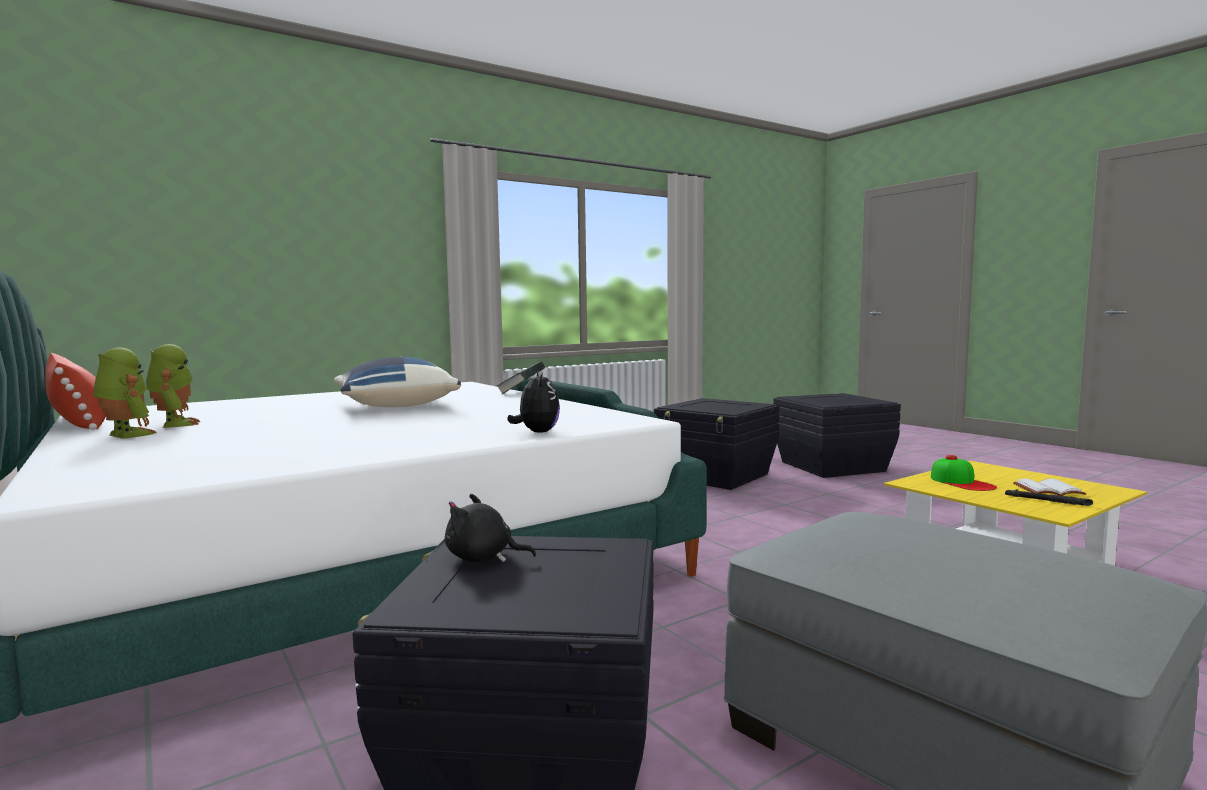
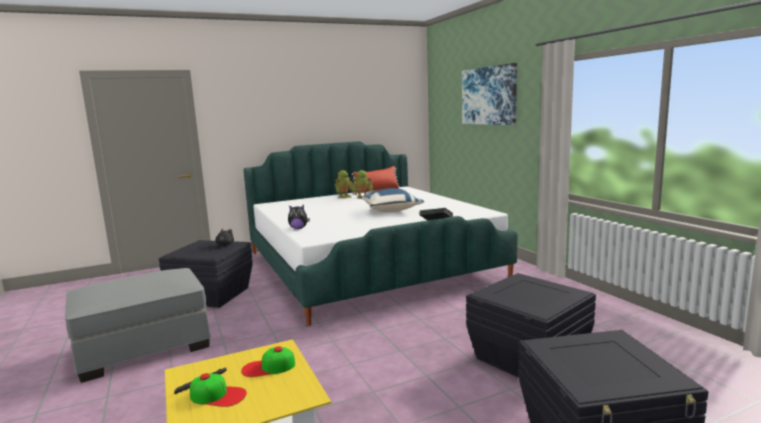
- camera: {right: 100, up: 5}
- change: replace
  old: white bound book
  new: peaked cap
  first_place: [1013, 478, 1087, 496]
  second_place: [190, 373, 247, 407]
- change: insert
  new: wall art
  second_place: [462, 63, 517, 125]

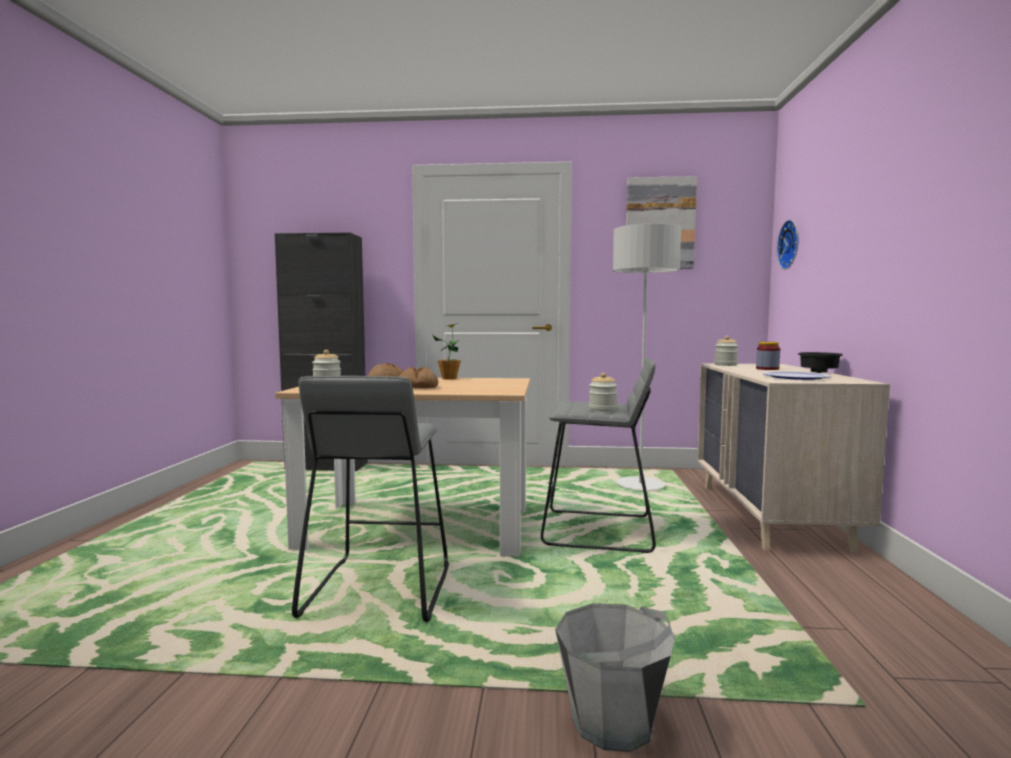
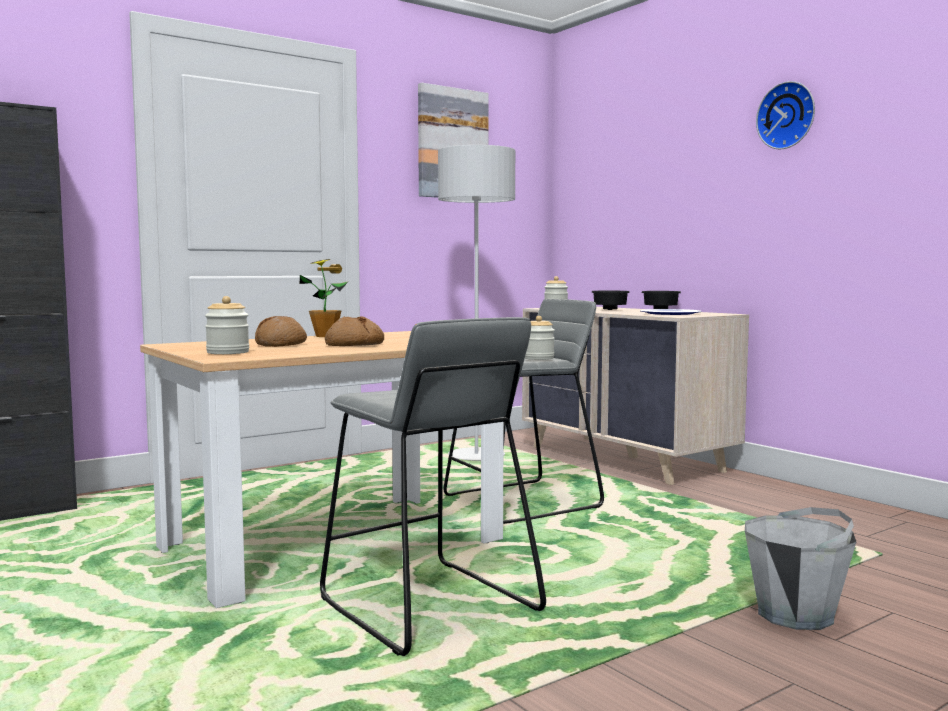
- camera: {right: -40, up: 0}
- change: replace
  old: preserve jar
  new: black serving bowl
  first_place: [756, 342, 780, 370]
  second_place: [591, 291, 630, 310]
- change: move
  old: clock on the wall
  first_place: [777, 220, 799, 270]
  second_place: [756, 81, 815, 149]

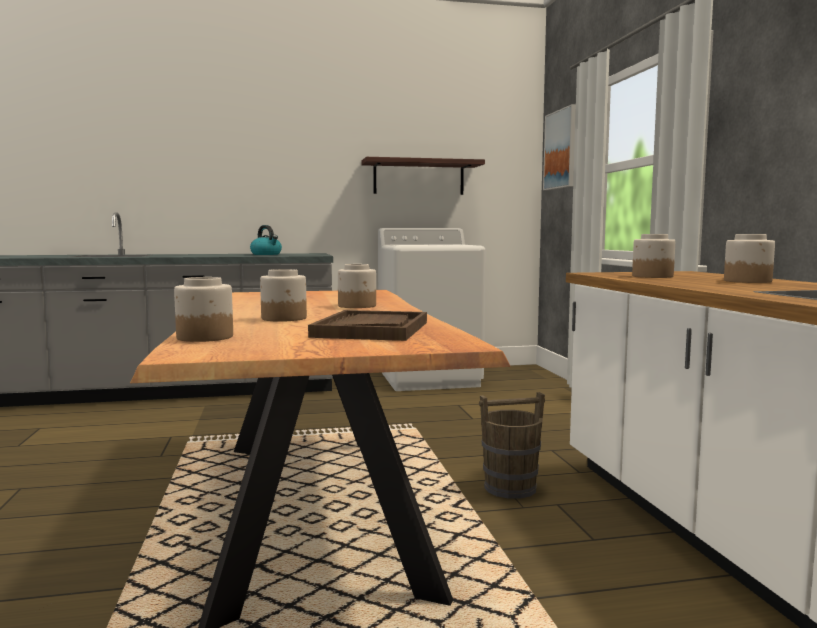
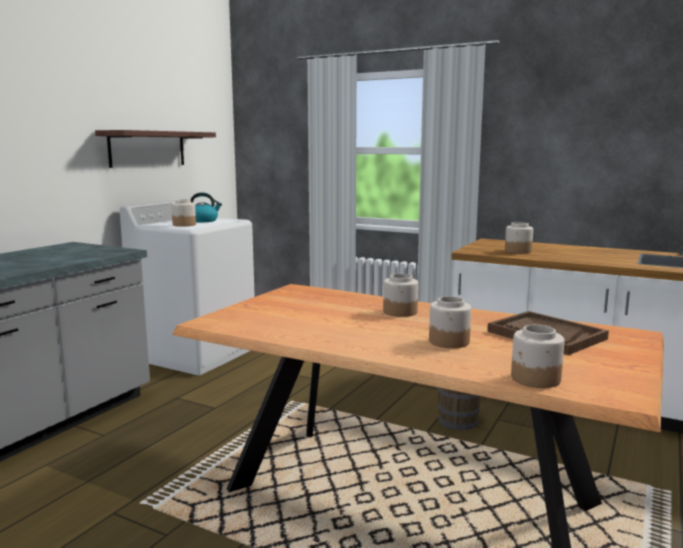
- camera: {right: -50, up: 5}
- change: move
  old: preserve jar
  first_place: [724, 234, 775, 283]
  second_place: [171, 199, 196, 227]
- change: move
  old: tea kettle
  first_place: [250, 225, 282, 255]
  second_place: [191, 192, 222, 222]
- change: delete
  old: wall art
  first_place: [543, 104, 576, 190]

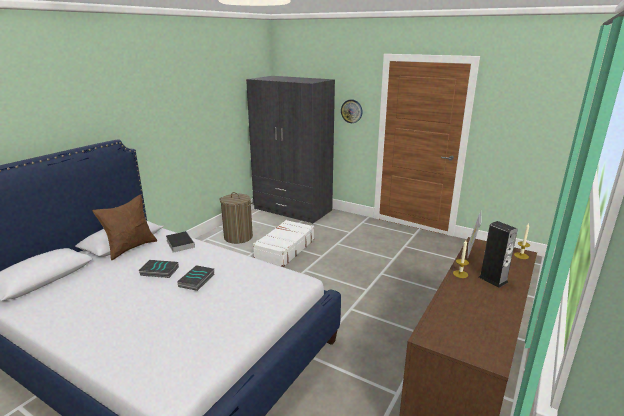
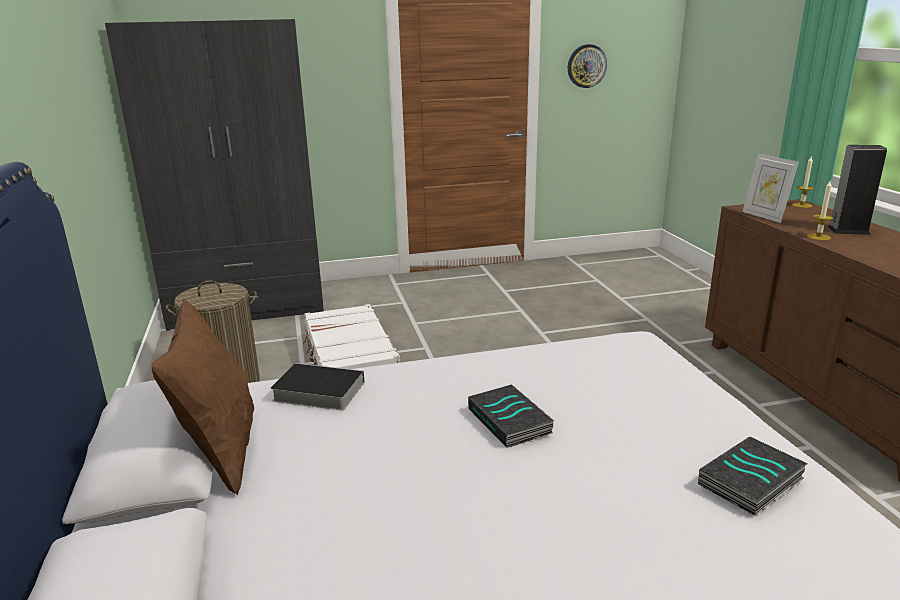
- camera: {right: -45, up: 0}
- change: move
  old: clock on the wall
  first_place: [341, 99, 363, 123]
  second_place: [568, 44, 607, 88]
- change: move
  old: bound book
  first_place: [138, 260, 179, 278]
  second_place: [698, 437, 808, 516]

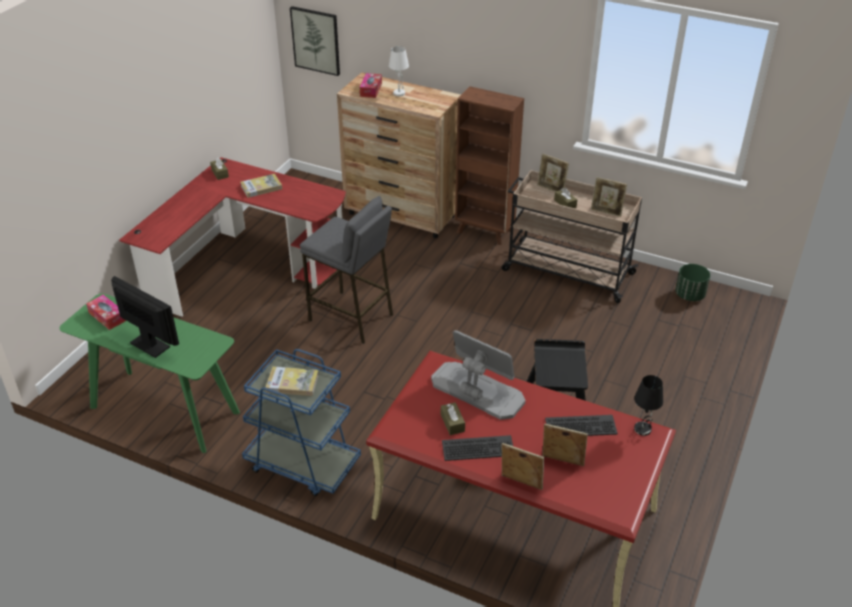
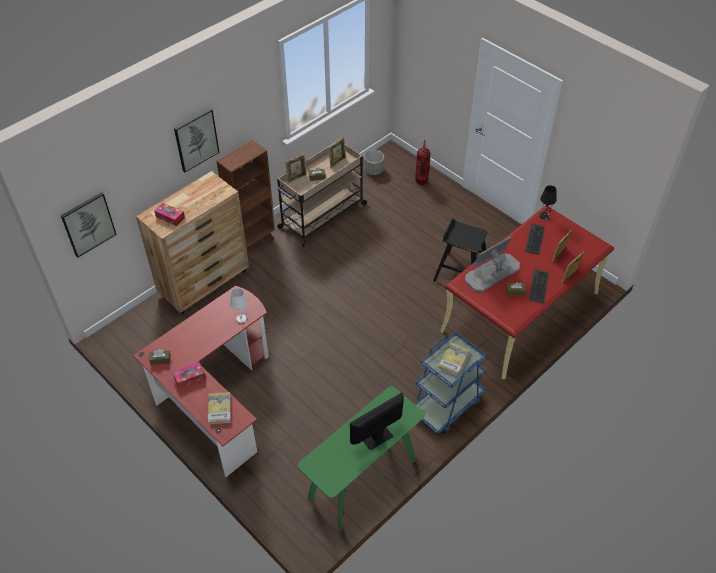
- camera: {right: -70, up: 10}
- change: move
  old: tissue box
  first_place: [86, 295, 126, 330]
  second_place: [173, 362, 206, 389]
- change: insert
  new: wall art
  second_place: [174, 108, 220, 172]
- change: move
  old: bound book
  first_place: [240, 174, 282, 198]
  second_place: [208, 392, 231, 424]
- change: move
  old: white lamp for a table
  first_place: [389, 46, 409, 96]
  second_place: [230, 288, 248, 323]
- change: recolor
  old: green plant pot
  new: grey plant pot
  first_place: [675, 264, 710, 301]
  second_place: [364, 150, 384, 175]
- change: insert
  new: fire extinguisher
  second_place: [415, 140, 430, 185]
- change: delete
  old: grey stool seat
  first_place: [300, 196, 393, 344]

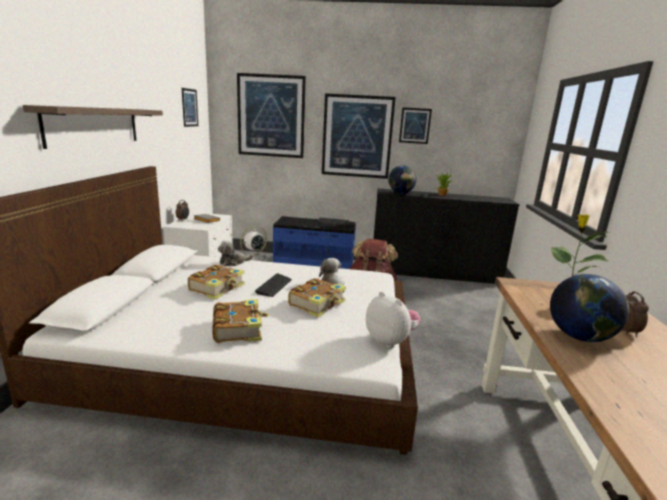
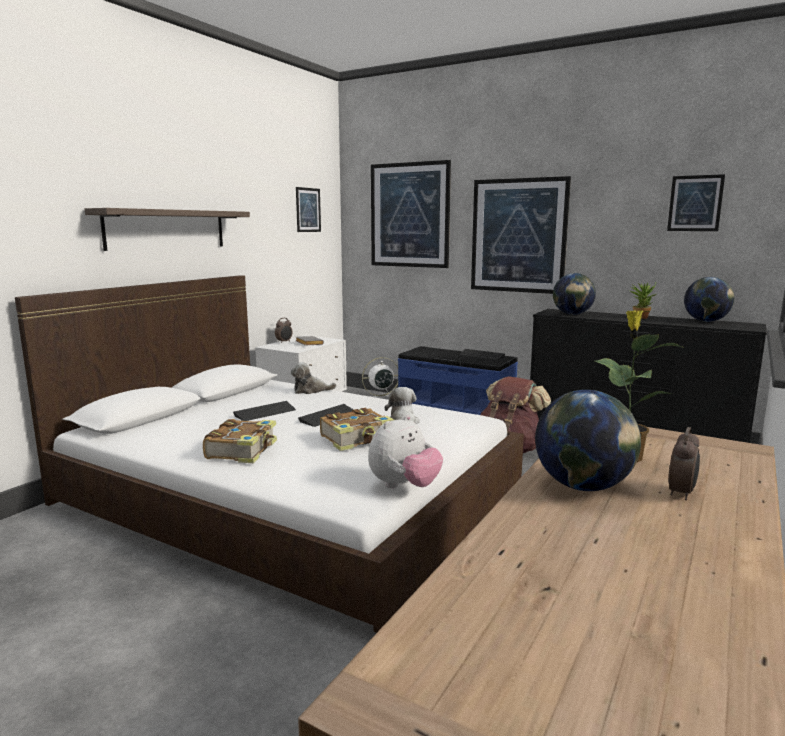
- camera: {right: 25, up: -5}
- change: replace
  old: bound book
  new: keyboard
  first_place: [188, 265, 245, 300]
  second_place: [233, 401, 296, 421]
- change: rotate
  old: cuddly toy
  first_place: [366, 292, 420, 348]
  second_place: [368, 415, 443, 488]
  degrees: 60
- change: move
  old: wall art
  first_place: [399, 107, 432, 144]
  second_place: [667, 174, 725, 231]
- change: insert
  new: world globe
  second_place: [684, 277, 734, 322]

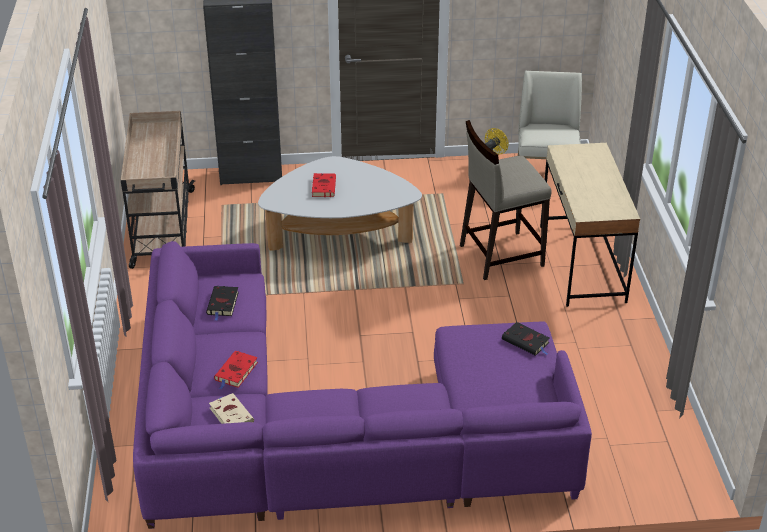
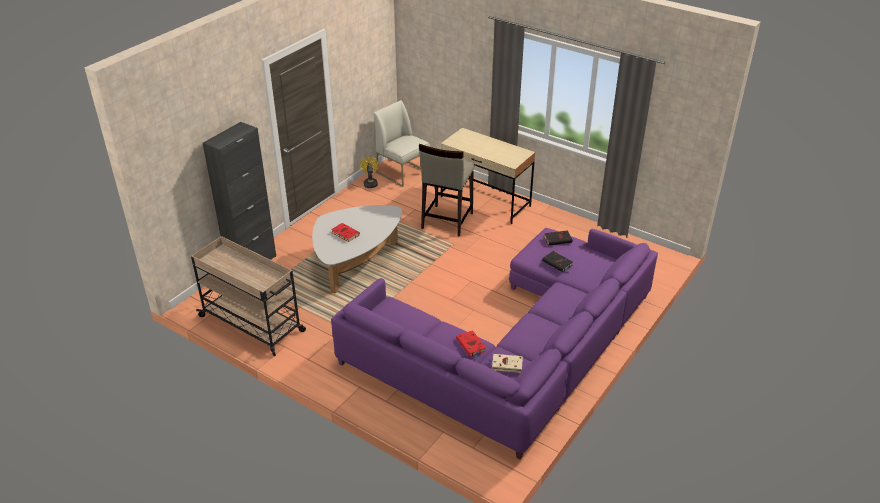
- camera: {right: -50, up: 0}
- change: move
  old: black bound book
  first_place: [206, 286, 239, 321]
  second_place: [542, 251, 573, 272]

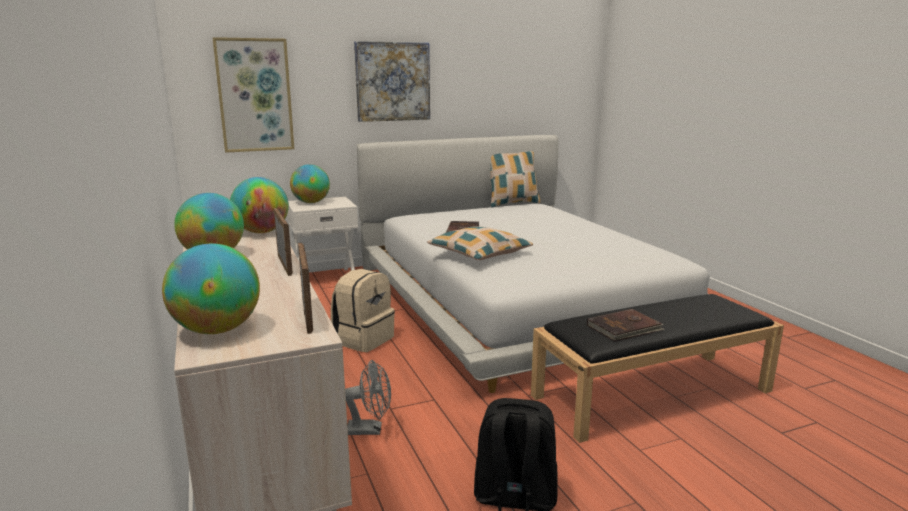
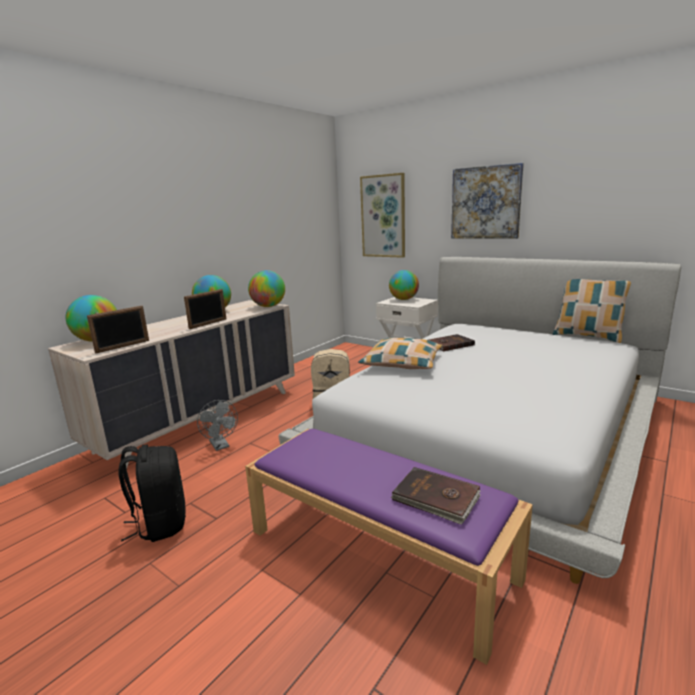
- camera: {right: 60, up: 0}
- change: recolor
  old: black bench
  new: purple-coloured bench
  first_place: [531, 294, 784, 443]
  second_place: [245, 429, 533, 665]
- change: move
  old: brown bound book
  first_place: [587, 309, 665, 342]
  second_place: [391, 467, 481, 525]

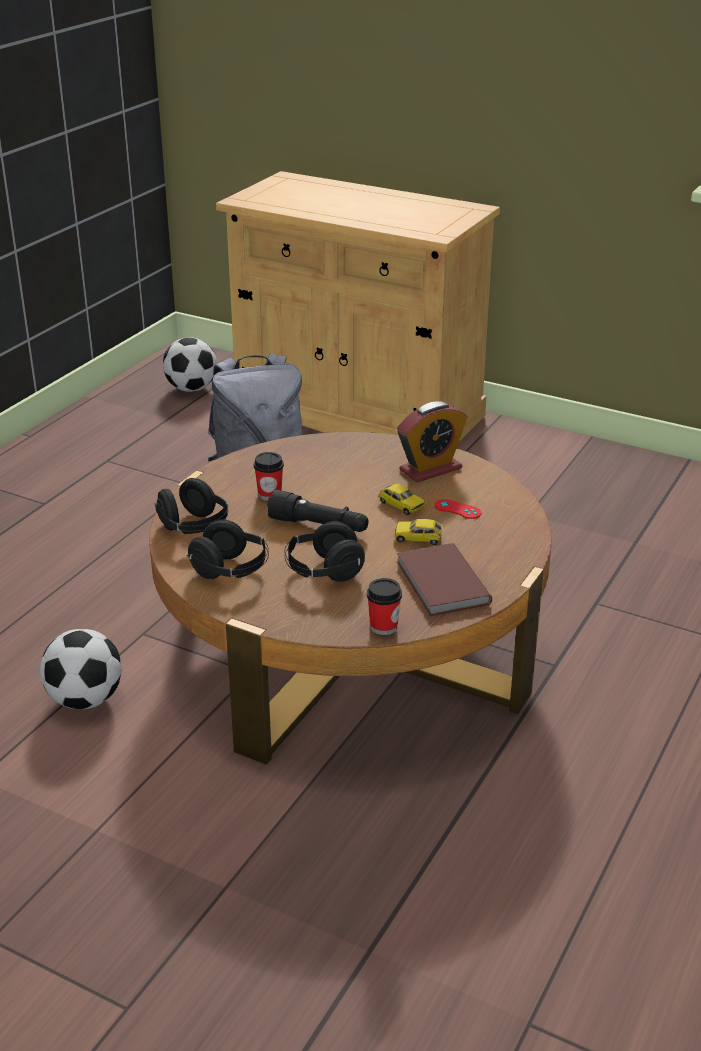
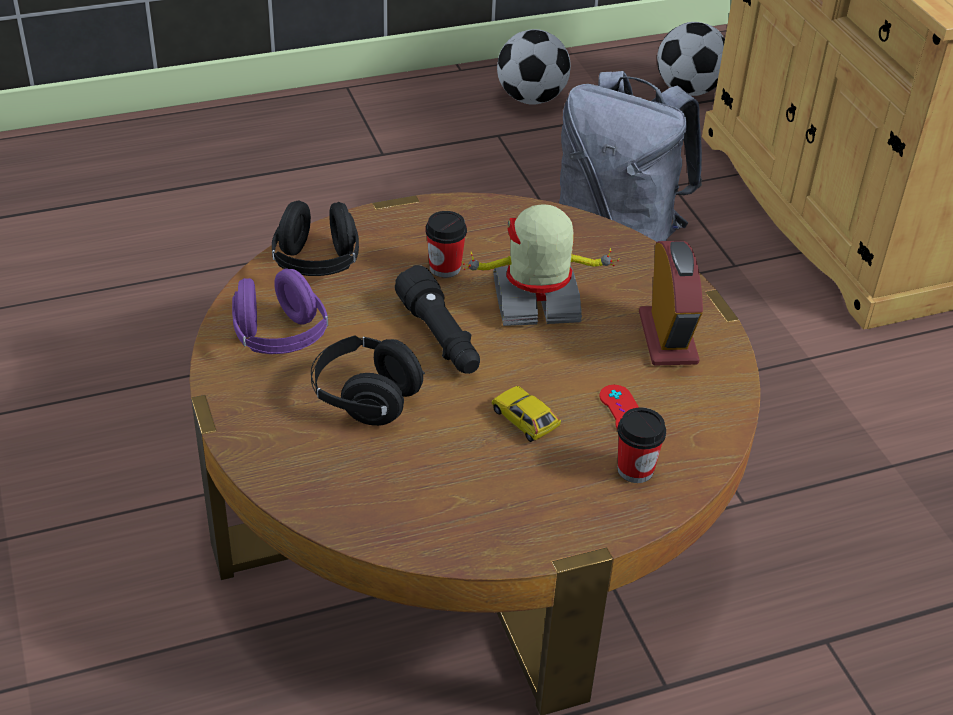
- camera: {right: 40, up: 10}
- change: recolor
  old: black headset
  new: purple-coloured headset
  first_place: [186, 520, 269, 579]
  second_place: [232, 269, 328, 354]
- change: insert
  new: model robot
  second_place: [461, 204, 620, 326]
- change: move
  old: football ball
  first_place: [40, 629, 122, 709]
  second_place: [497, 29, 571, 105]
- change: move
  old: drinking cup
  first_place: [367, 578, 402, 635]
  second_place: [617, 407, 666, 483]
- change: rotate
  old: bedside clock
  first_place: [397, 401, 467, 483]
  second_place: [639, 241, 703, 366]
  degrees: -105
- change: delete
  old: toy car
  first_place: [379, 483, 426, 515]
- change: delete
  old: brown bound book
  first_place: [397, 543, 492, 616]

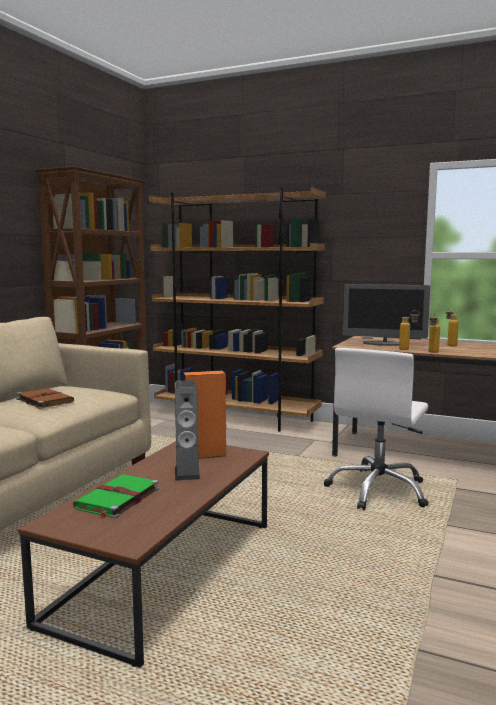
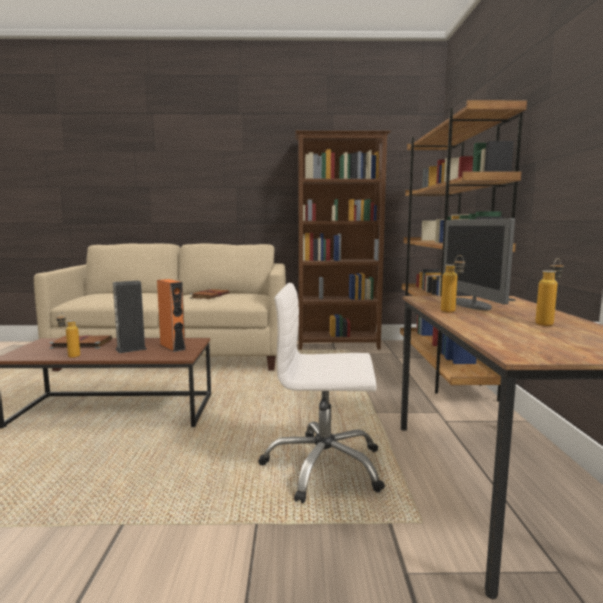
- camera: {right: 65, up: 0}
- change: recolor
  old: green bound book
  new: brown bound book
  first_place: [73, 474, 159, 520]
  second_place: [49, 335, 112, 349]
- change: move
  old: bottle
  first_place: [429, 313, 440, 353]
  second_place: [56, 312, 80, 358]

